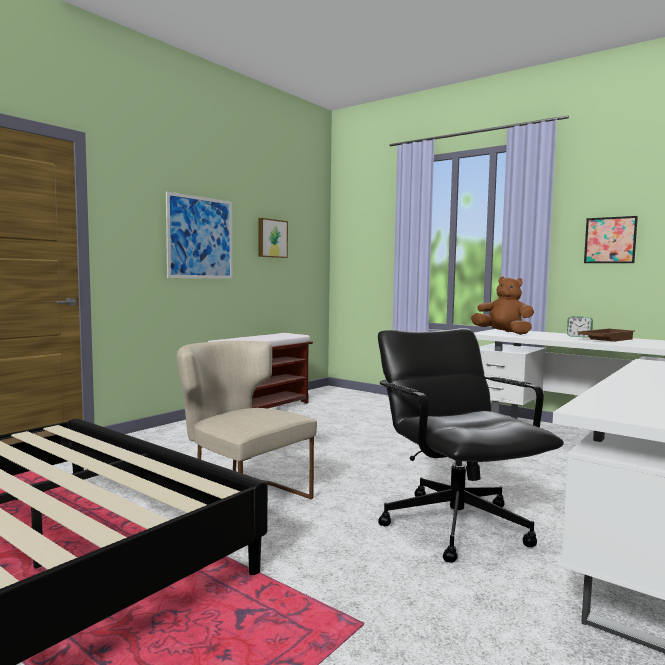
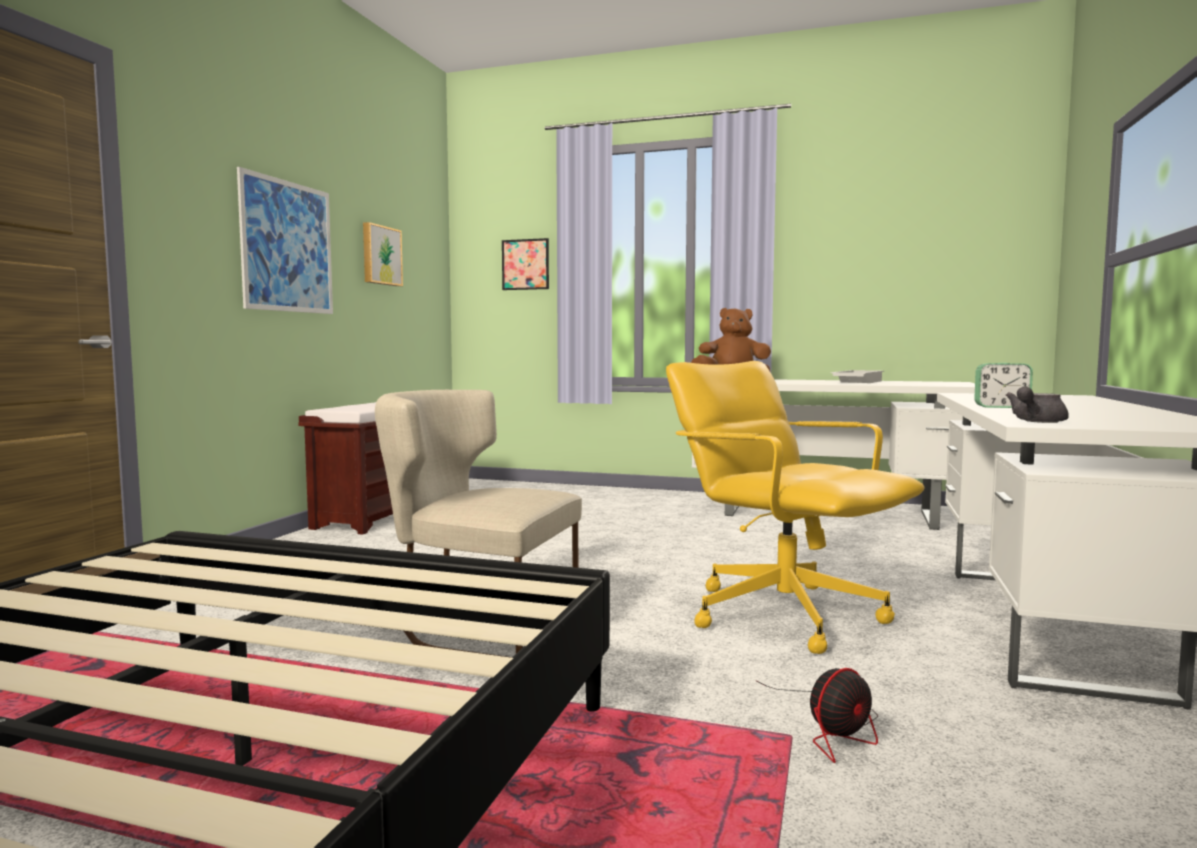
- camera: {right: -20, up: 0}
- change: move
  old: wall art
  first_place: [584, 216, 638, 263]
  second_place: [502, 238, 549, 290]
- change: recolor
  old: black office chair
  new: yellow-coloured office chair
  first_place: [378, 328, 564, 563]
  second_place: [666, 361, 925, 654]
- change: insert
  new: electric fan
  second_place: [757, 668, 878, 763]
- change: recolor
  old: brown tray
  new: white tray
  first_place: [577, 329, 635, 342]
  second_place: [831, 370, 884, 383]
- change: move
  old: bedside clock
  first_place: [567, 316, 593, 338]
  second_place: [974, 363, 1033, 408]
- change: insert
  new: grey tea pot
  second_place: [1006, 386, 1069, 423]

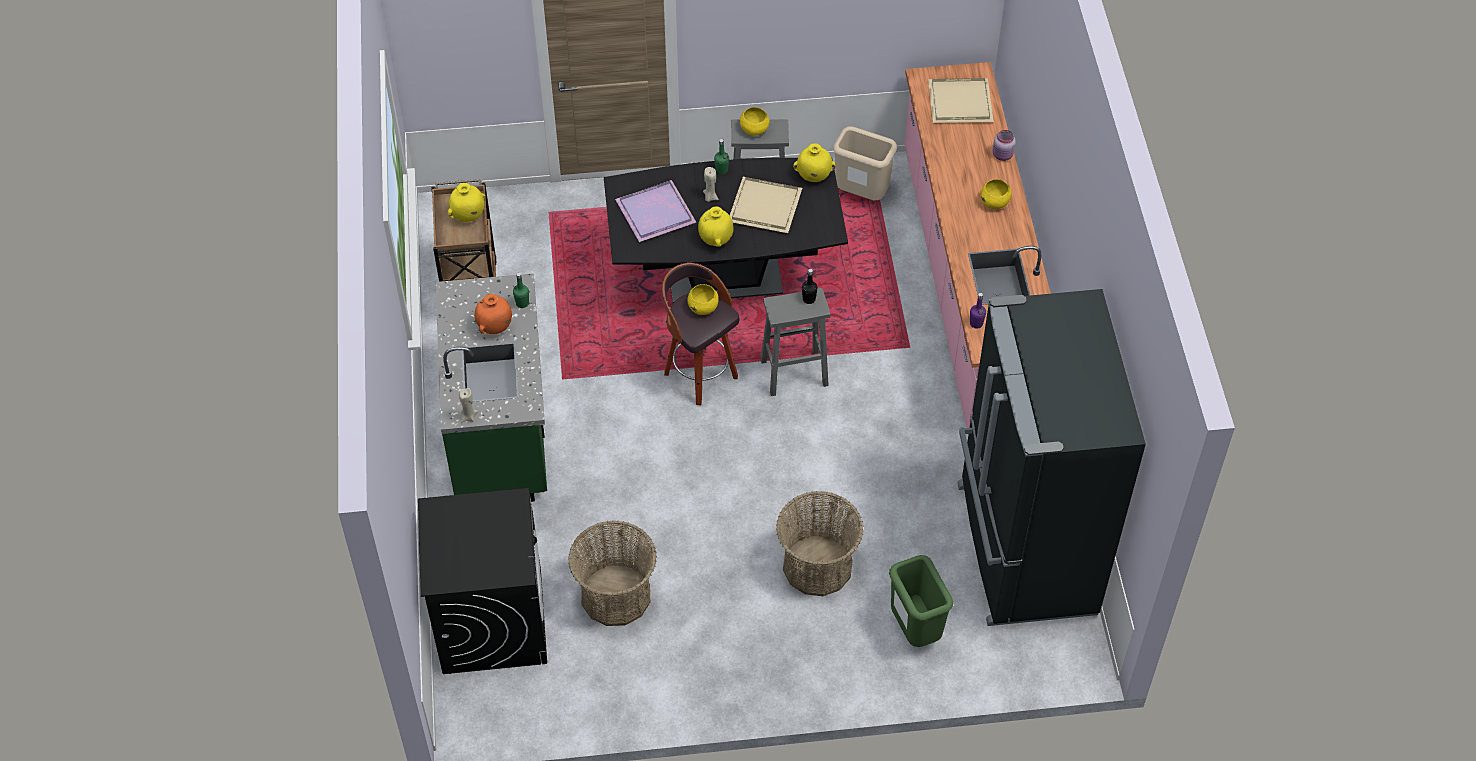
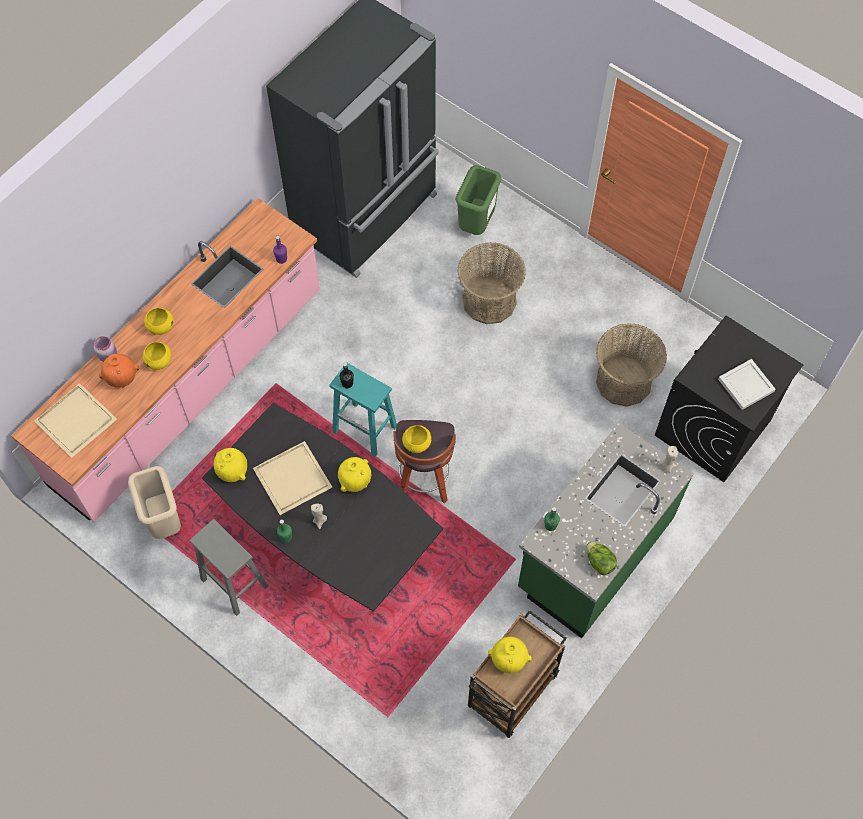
- camera: {right: -135, up: 10}
- change: move
  old: orange vase
  first_place: [475, 294, 512, 334]
  second_place: [99, 354, 139, 388]
- change: move
  old: yellow-coloured serving bowl
  first_place: [740, 107, 770, 136]
  second_place: [143, 342, 171, 370]
- change: recolor
  old: grey stool seat
  new: turquoise-coloured stool seat
  first_place: [760, 288, 831, 396]
  second_place: [330, 363, 397, 457]
- change: insert
  new: head of lettuce
  second_place: [587, 541, 617, 575]
- change: insert
  new: white tray
  second_place: [718, 359, 776, 410]
- change: delete
  old: purple-coloured tray
  first_place: [615, 180, 696, 242]

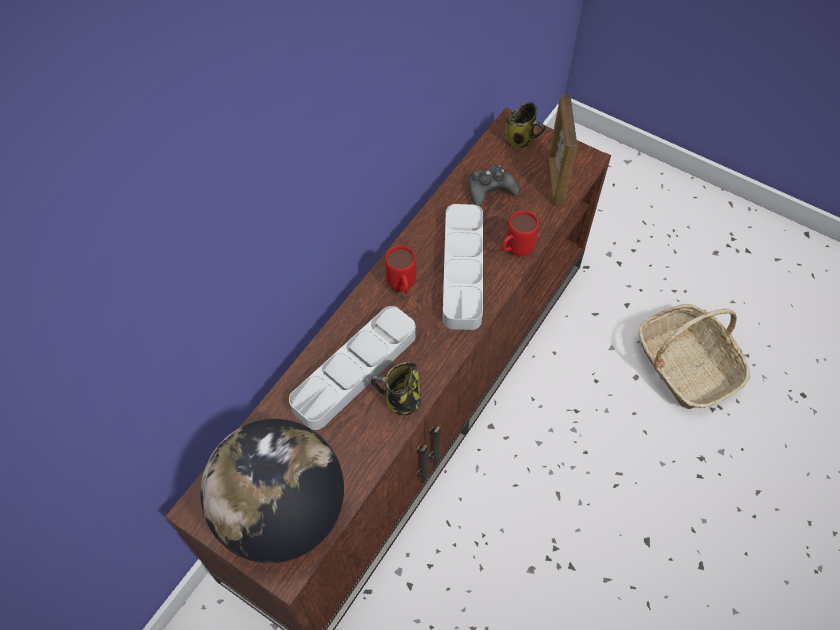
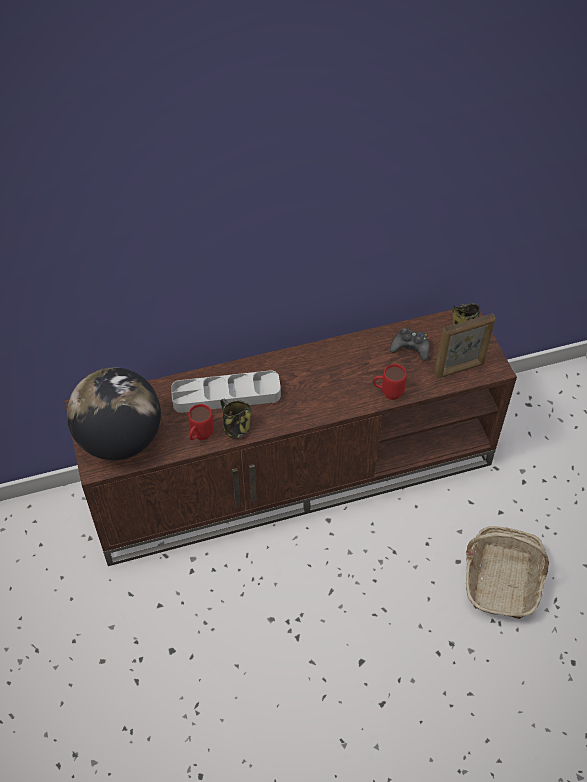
- camera: {right: 40, up: -5}
- change: move
  old: reddish tea mug
  first_place: [385, 246, 416, 294]
  second_place: [188, 404, 214, 440]
- change: rotate
  old: picture frame
  first_place: [548, 95, 577, 206]
  second_place: [434, 313, 495, 378]
  degrees: -150
- change: delete
  old: grey tray
  first_place: [442, 204, 483, 330]

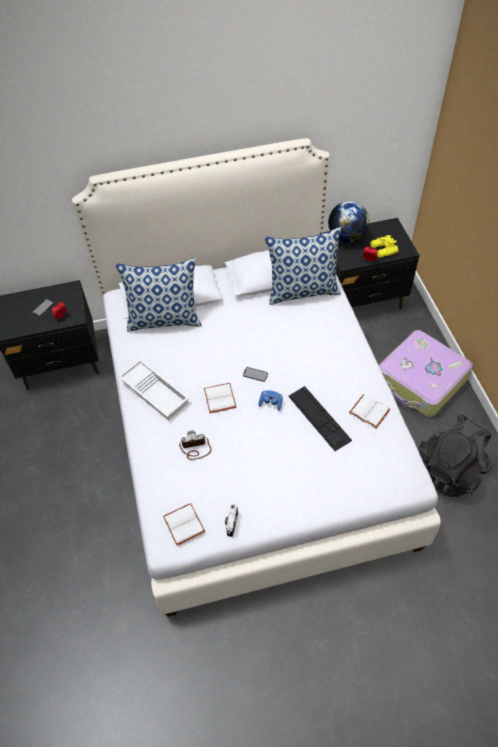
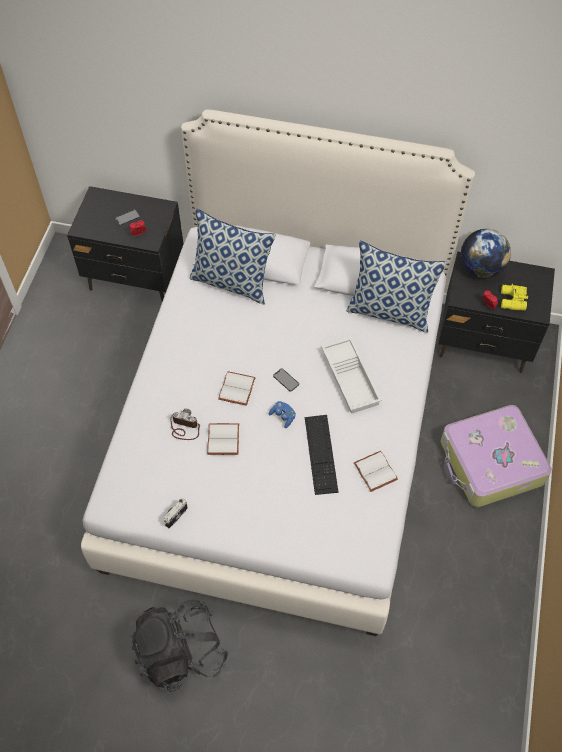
- camera: {right: 25, up: 5}
- change: move
  old: black knapsack
  first_place: [418, 414, 492, 497]
  second_place: [130, 599, 229, 692]
- change: move
  old: white bound book
  first_place: [163, 503, 205, 545]
  second_place: [207, 423, 239, 455]
- change: move
  old: white tray
  first_place: [118, 359, 189, 420]
  second_place: [321, 337, 382, 414]

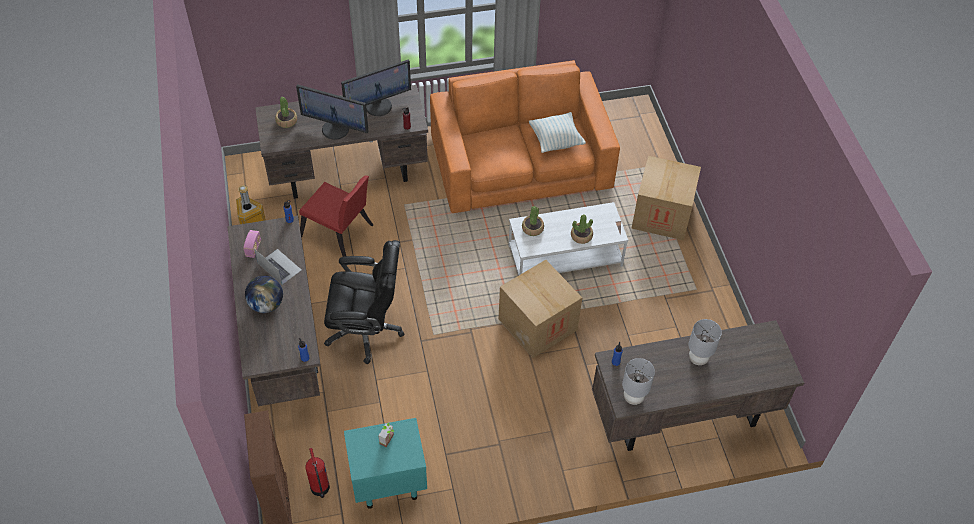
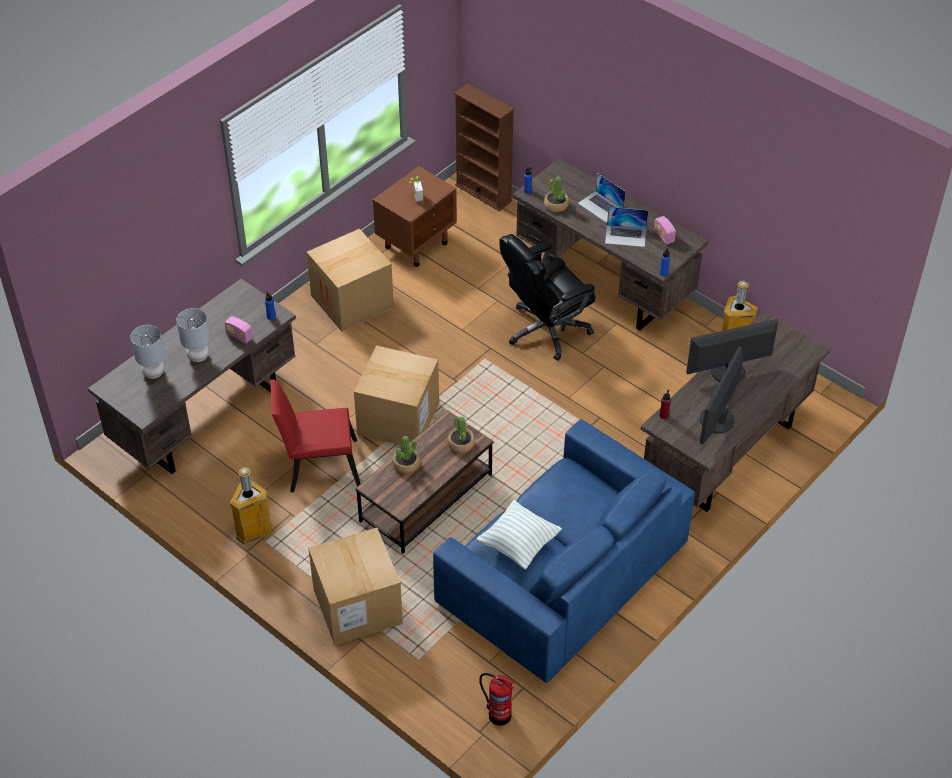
- camera: {right: 145, up: -5}
- change: move
  old: grey lamp for a table
  first_place: [622, 358, 655, 405]
  second_place: [130, 325, 165, 379]
- change: insert
  new: radio receiver
  second_place: [225, 316, 253, 344]
- change: insert
  new: trash can
  second_place: [230, 467, 272, 545]
- change: move
  old: reddish plain chair
  first_place: [299, 176, 373, 257]
  second_place: [270, 379, 361, 492]
- change: insert
  new: cardboard box
  second_place: [307, 229, 394, 332]
- change: recolor
  old: white low table
  new: brown low table
  first_place: [509, 202, 628, 275]
  second_place: [356, 411, 493, 554]
- change: recolor
  old: turquoise-coloured bedside table
  new: brown bedside table
  first_place: [344, 418, 427, 509]
  second_place: [373, 166, 457, 267]
- change: recolor
  old: orange couch
  new: bluish couch
  first_place: [430, 60, 620, 213]
  second_place: [433, 419, 695, 683]
- change: move
  old: fire extinguisher
  first_place: [305, 448, 330, 498]
  second_place: [479, 673, 514, 726]
- change: move
  old: plant in a pot
  first_place: [275, 97, 297, 128]
  second_place: [544, 176, 569, 212]
- change: replace
  old: world globe
  new: notebook computer
  first_place: [245, 276, 283, 313]
  second_place: [578, 173, 626, 222]

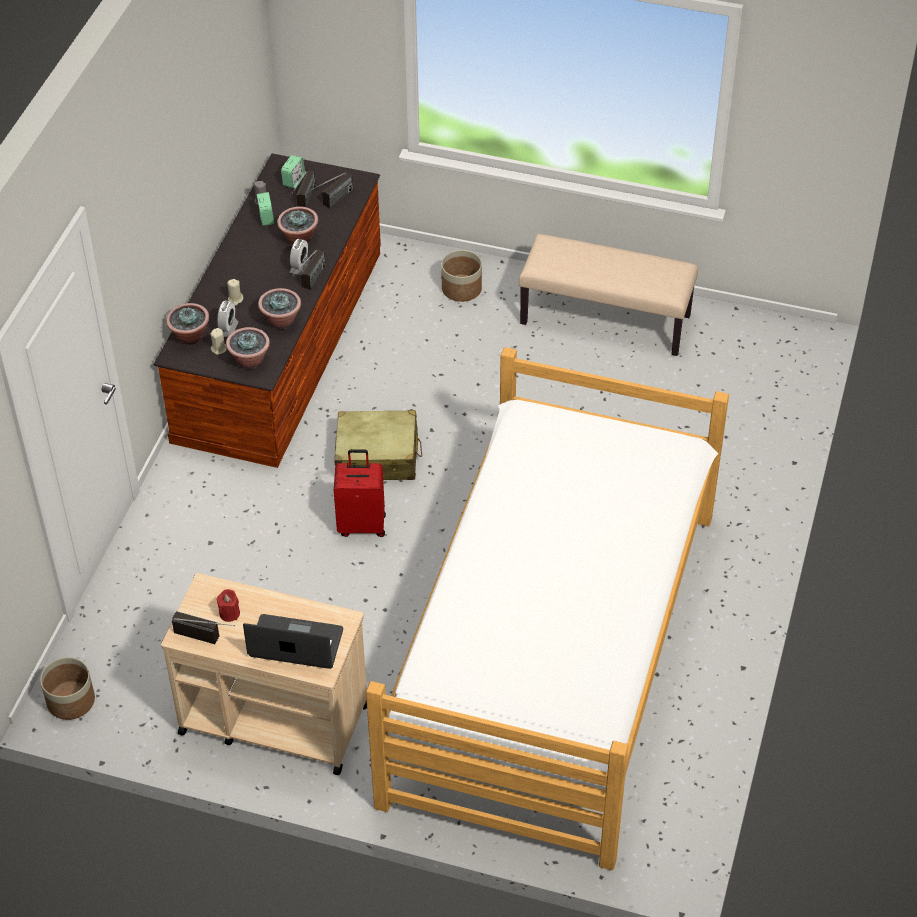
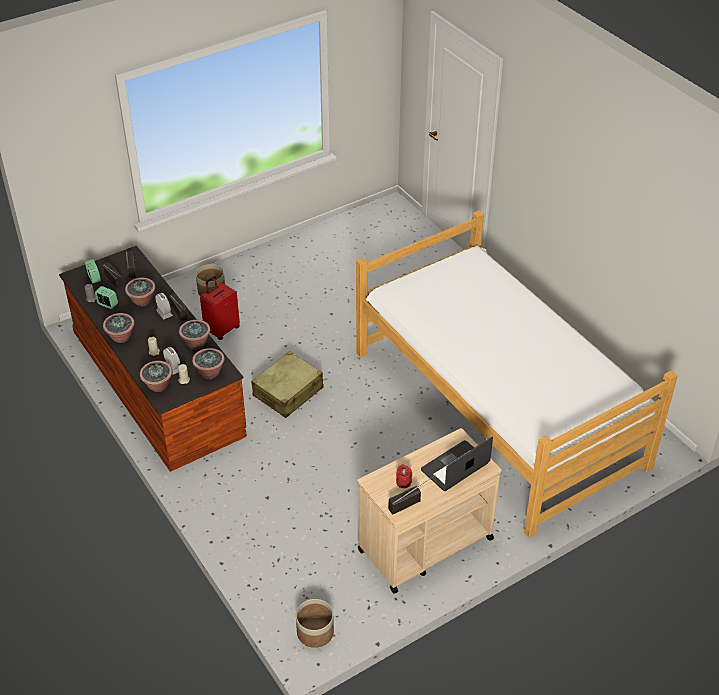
- camera: {right: -50, up: -5}
- change: insert
  new: plant in a pot
  second_place: [103, 313, 135, 343]
- change: move
  old: reddish piece of luggage
  first_place: [334, 449, 386, 537]
  second_place: [200, 276, 240, 340]
- change: delete
  old: beige-coloured bench
  first_place: [519, 234, 698, 356]

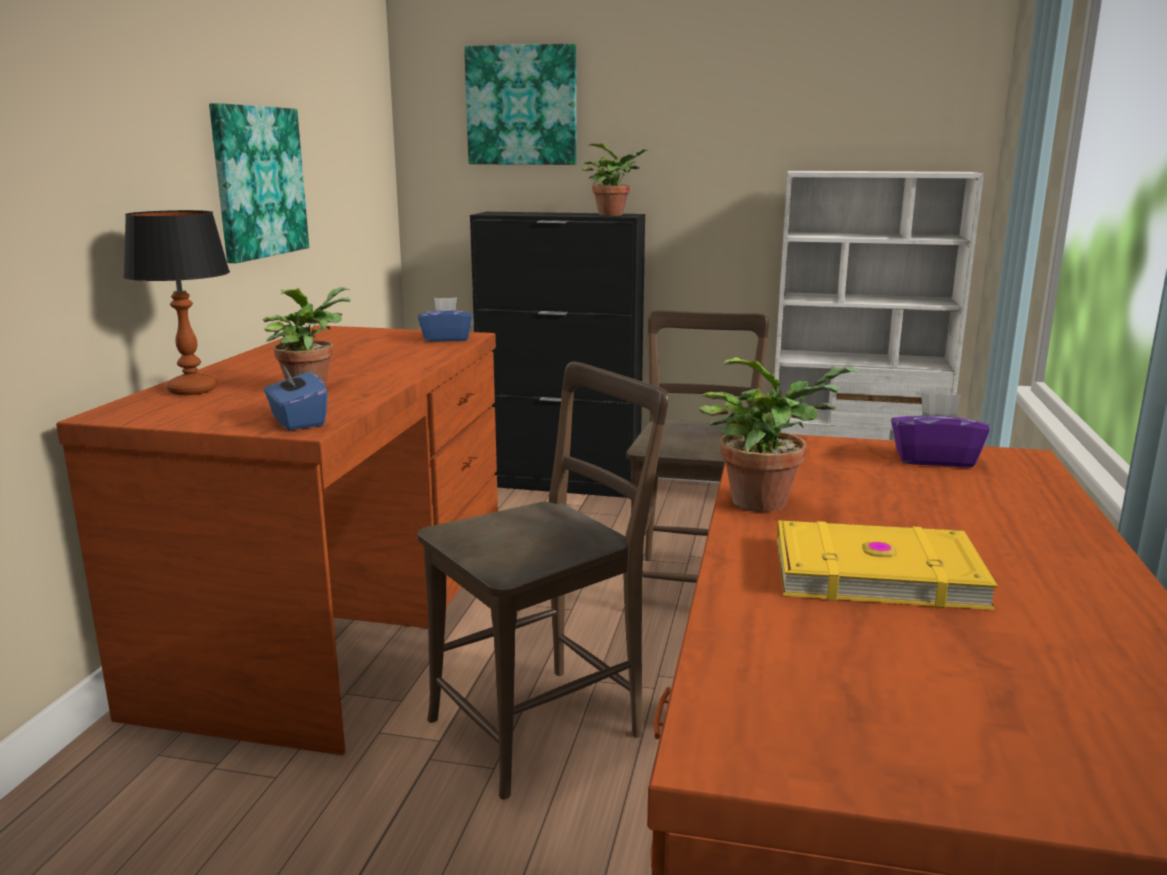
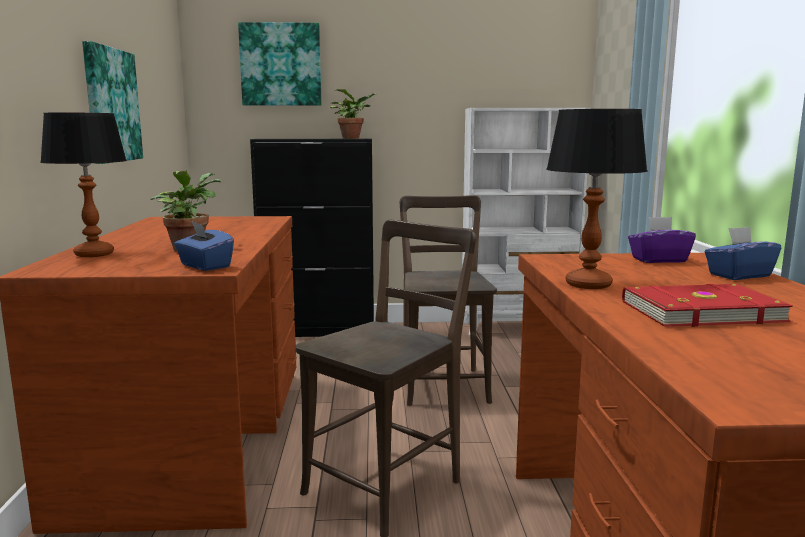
- camera: {right: -15, up: -5}
- change: replace
  old: plant in a pot
  new: lamp for a table
  first_place: [699, 357, 859, 512]
  second_place: [546, 109, 648, 289]
- change: recolor
  old: yellow-coloured bound book
  new: reddish bound book
  first_place: [777, 520, 998, 610]
  second_place: [622, 284, 793, 327]
- change: move
  old: bluish tissue box
  first_place: [418, 297, 472, 342]
  second_place: [705, 227, 781, 280]

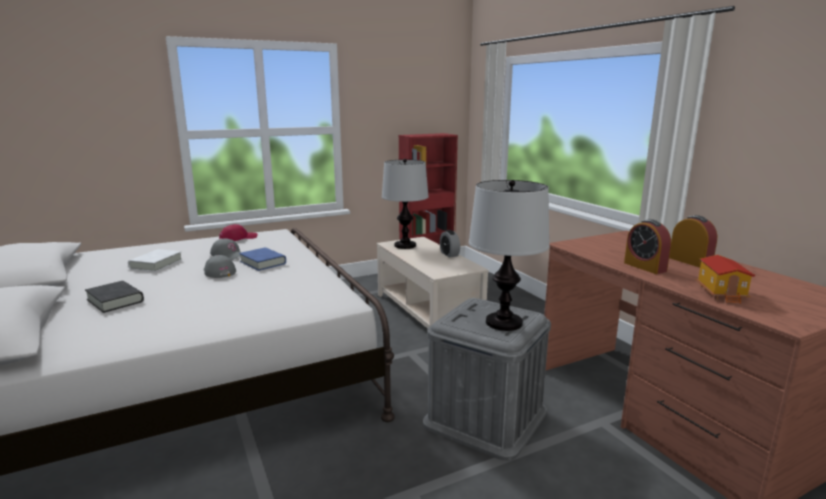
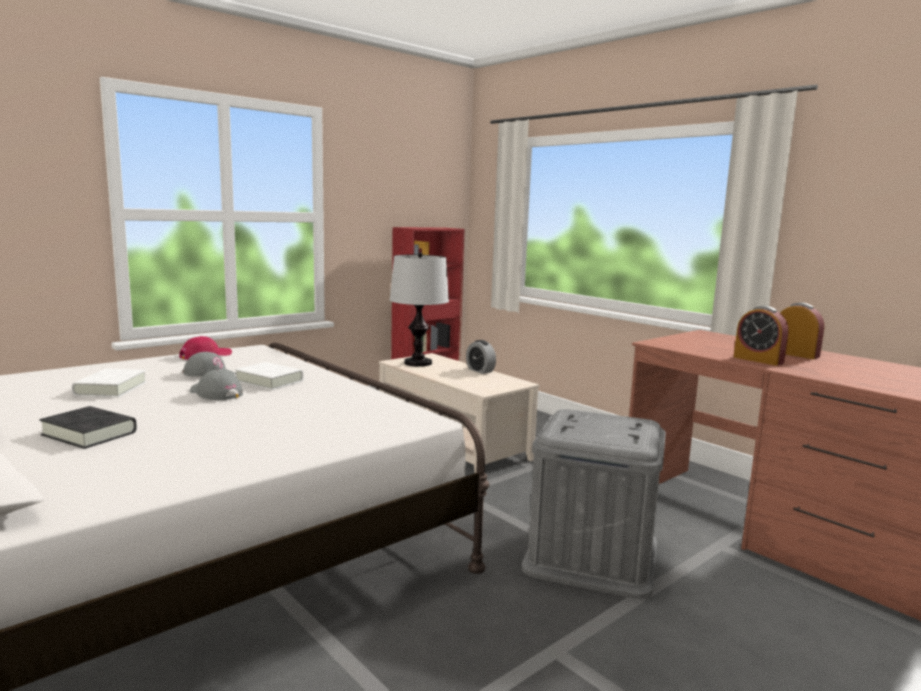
- camera: {right: -15, up: -5}
- change: recolor
  old: bluish bound book
  new: white bound book
  first_place: [239, 247, 286, 271]
  second_place: [235, 362, 304, 390]
- change: delete
  old: lamp for a table
  first_place: [469, 180, 549, 331]
- change: delete
  old: model house
  first_place: [696, 255, 755, 304]

